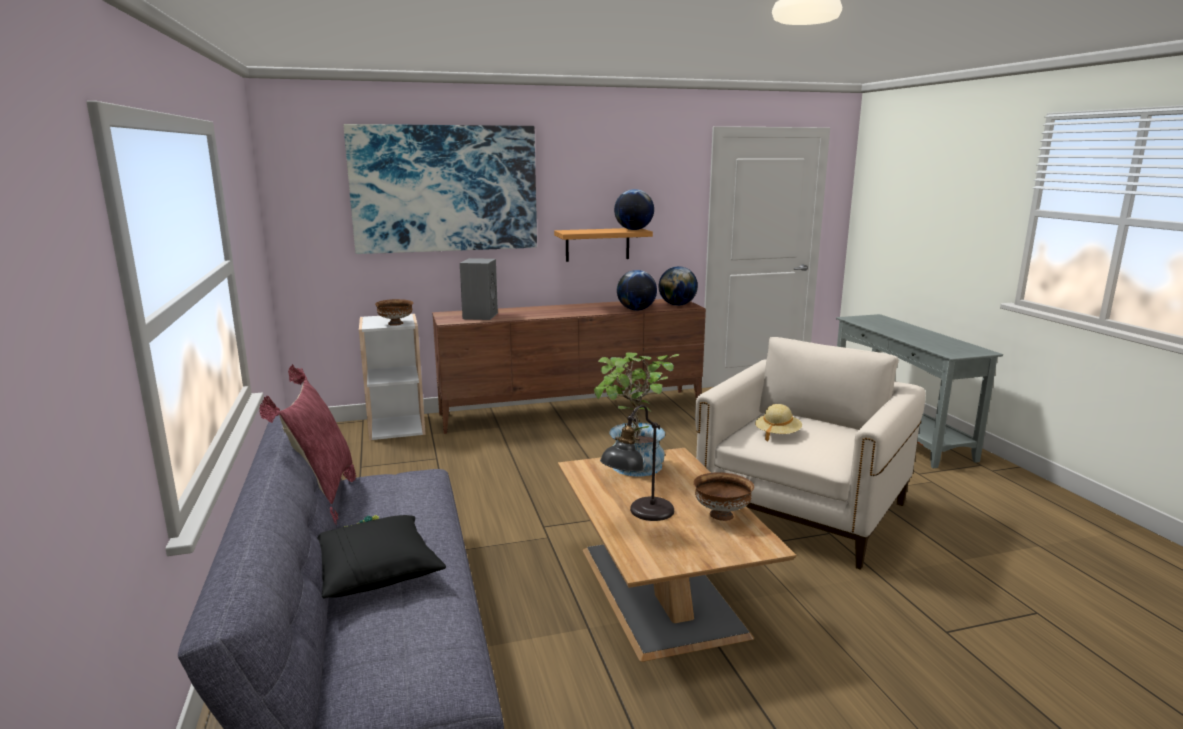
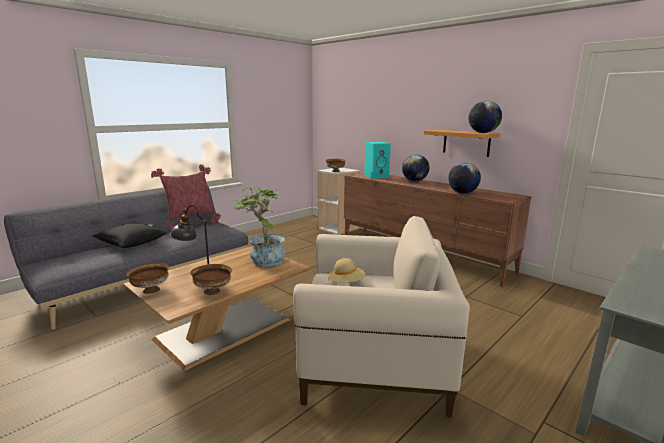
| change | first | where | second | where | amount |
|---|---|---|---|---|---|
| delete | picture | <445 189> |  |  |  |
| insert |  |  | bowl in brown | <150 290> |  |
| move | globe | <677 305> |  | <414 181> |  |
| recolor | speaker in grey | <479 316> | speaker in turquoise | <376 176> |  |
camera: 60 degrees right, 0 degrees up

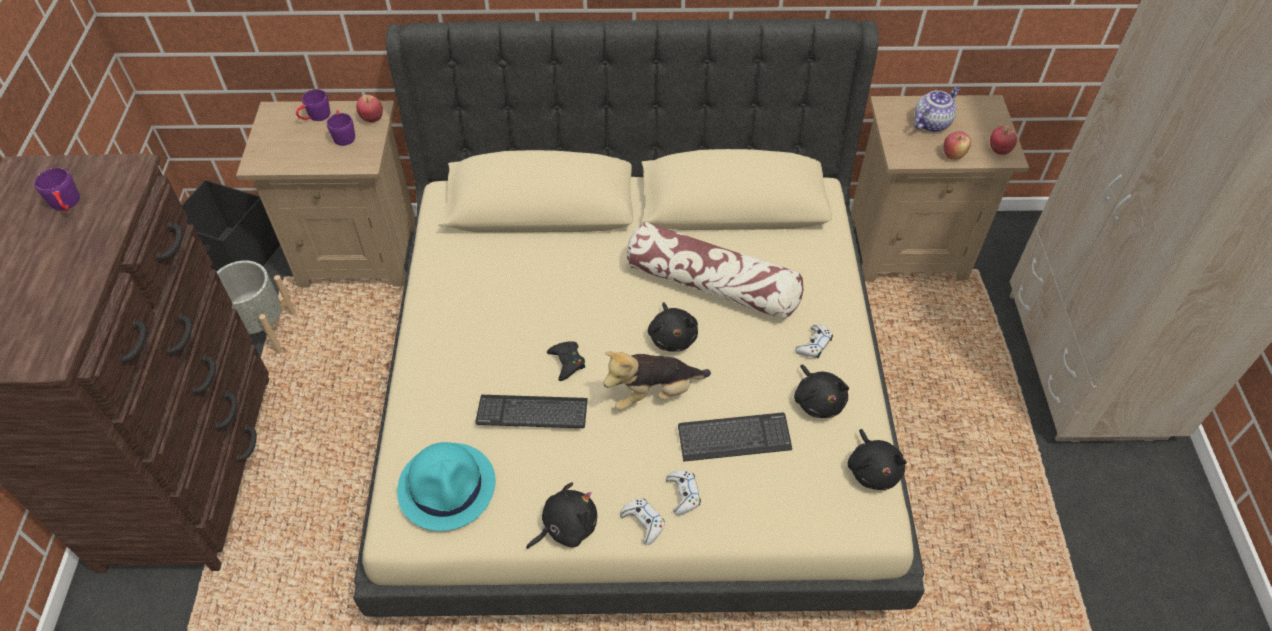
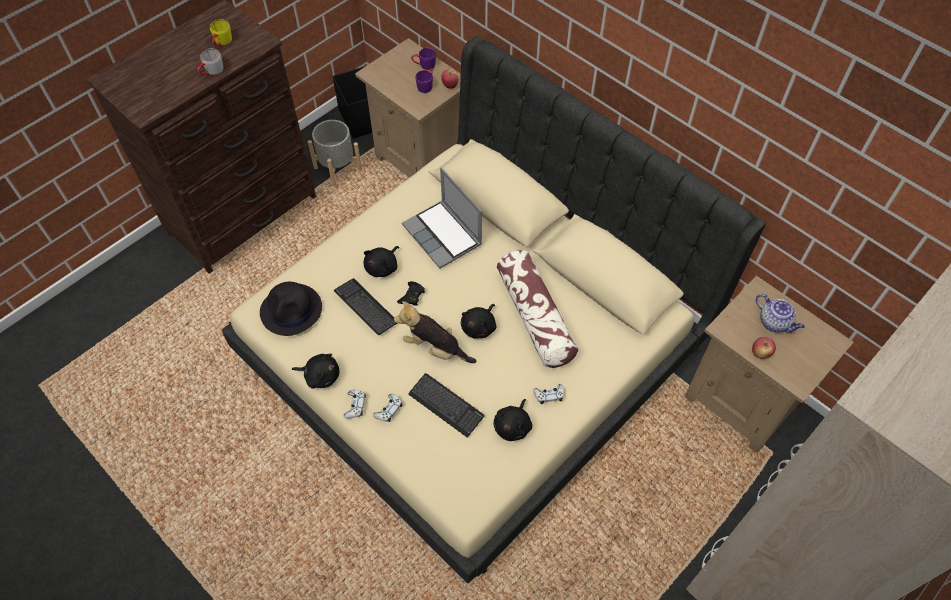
| change | first | where | second | where | amount |
|---|---|---|---|---|---|
| delete | apple | <999 150> |  |  |  |
| insert |  |  | mug in grey | <211 72> |  |
| insert |  |  | laptop | <443 235> |  |
| move | plush toy in black | <873 469> |  | <383 267> |  |
| recolor | mug in purple | <67 205> | mug in yellow | <222 42> |  |
| recolor | hat in turquoise | <447 486> | hat in black | <291 310> |  |
| rotate | teapot | <931 122> |  | <775 322> | 45 degrees clockwise |
camera: 45 degrees right, 5 degrees up

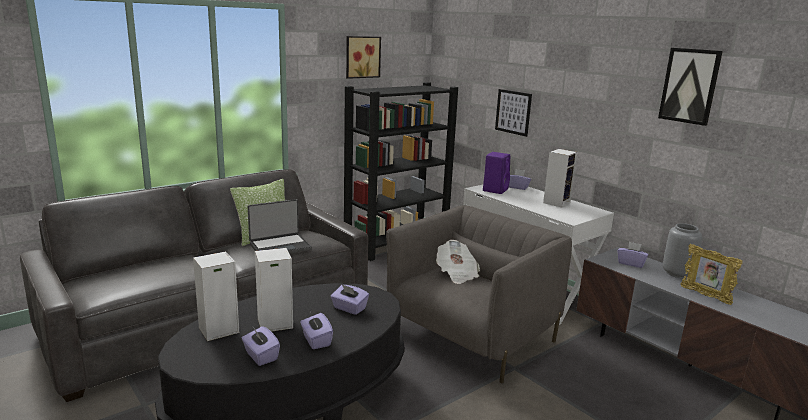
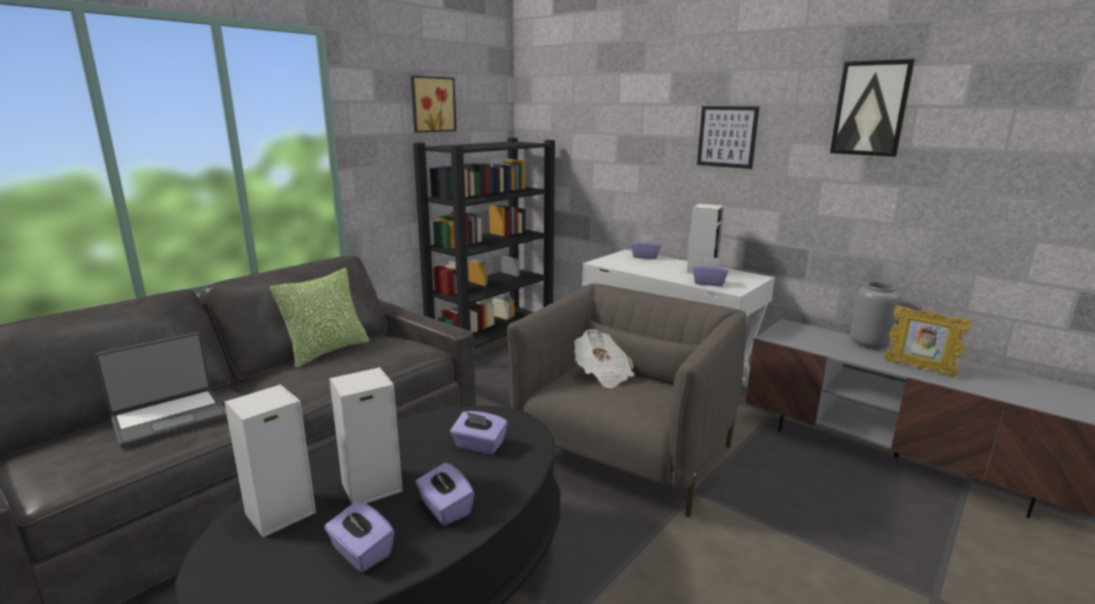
| change | first | where | second | where | amount |
|---|---|---|---|---|---|
| delete | speaker in purple | <495 190> |  |  |  |
| move | laptop | <280 246> |  | <169 418> |  |
| move | picture | <513 112> |  | <727 137> |  |
| move | tissue box in purple | <631 263> |  | <709 283> |  |
camera: 10 degrees left, 0 degrees up

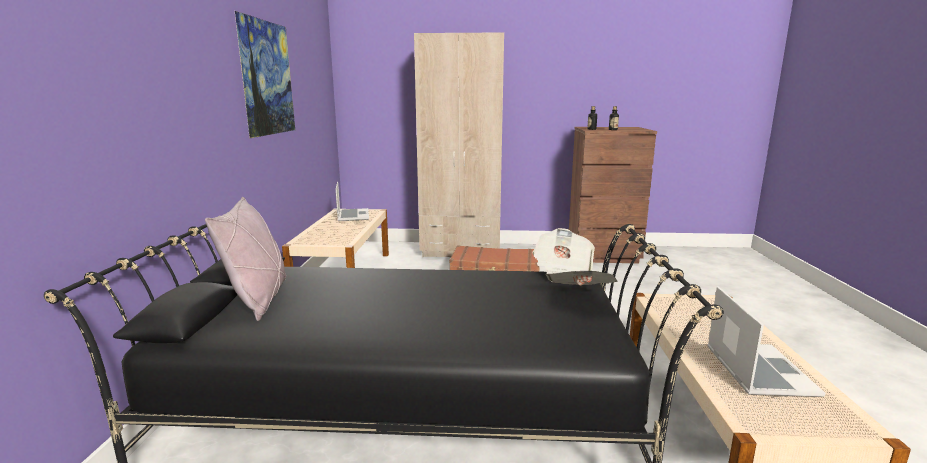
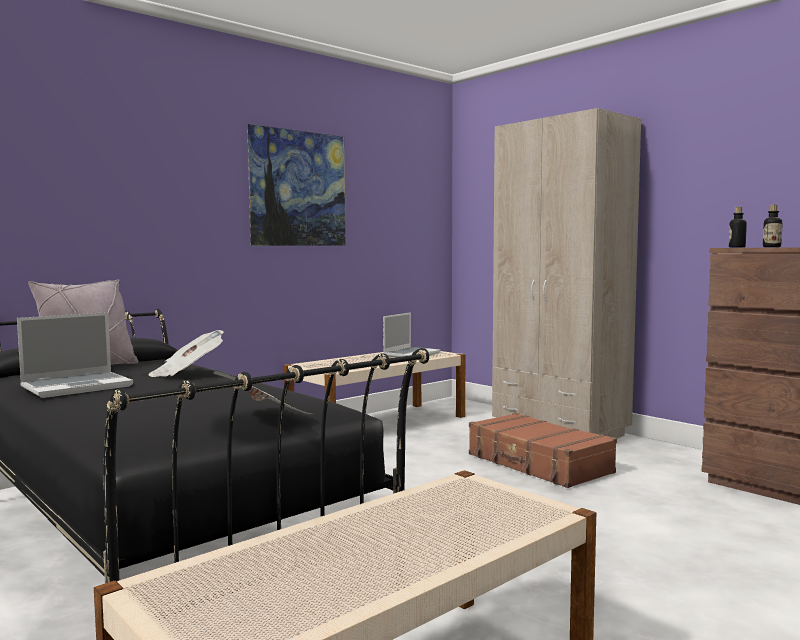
| change | first | where | second | where | amount |
|---|---|---|---|---|---|
| move | newspaper | <562 272> |  | <187 373> |  |
| move | laptop | <757 370> |  | <78 387> |  |
camera: 45 degrees right, 10 degrees down

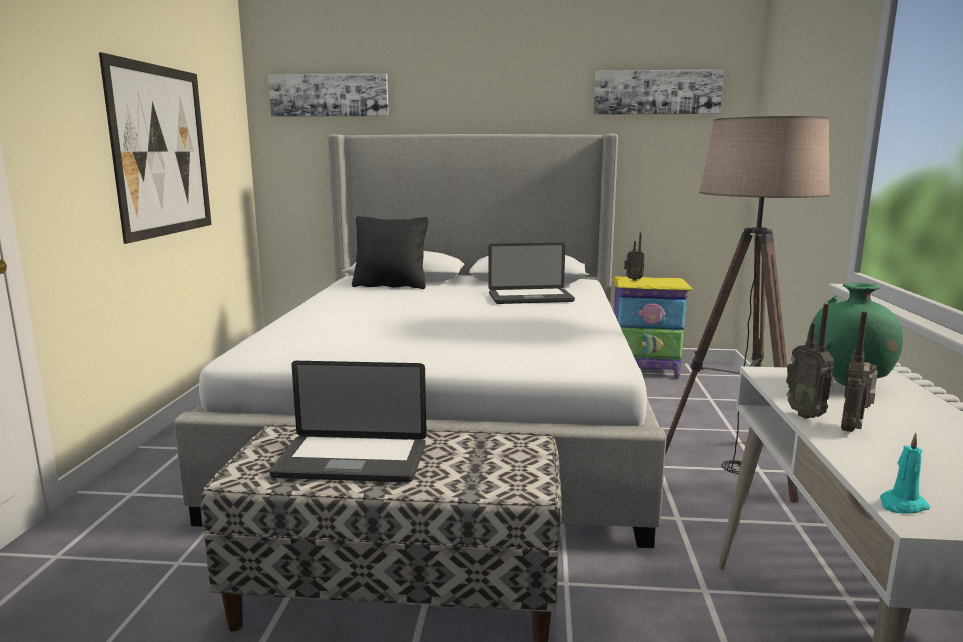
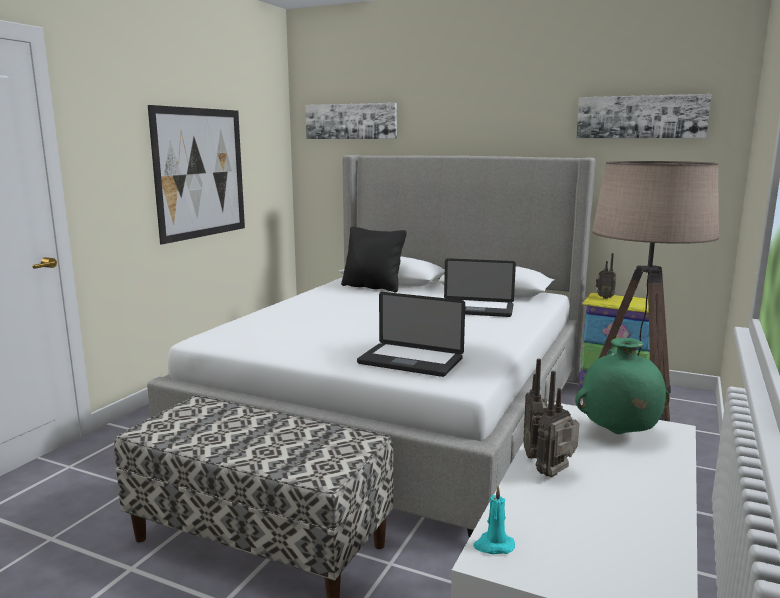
| change | first | where | second | where | amount |
|---|---|---|---|---|---|
| move | laptop | <351 461> |  | <410 361> |  |
camera: 20 degrees right, 0 degrees up

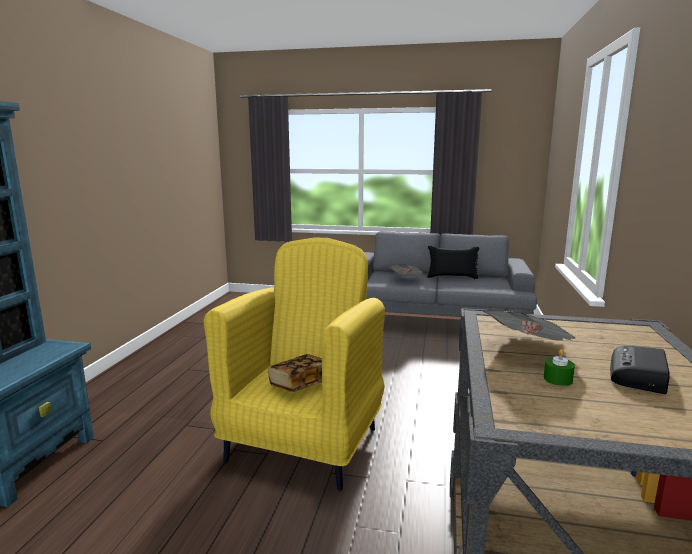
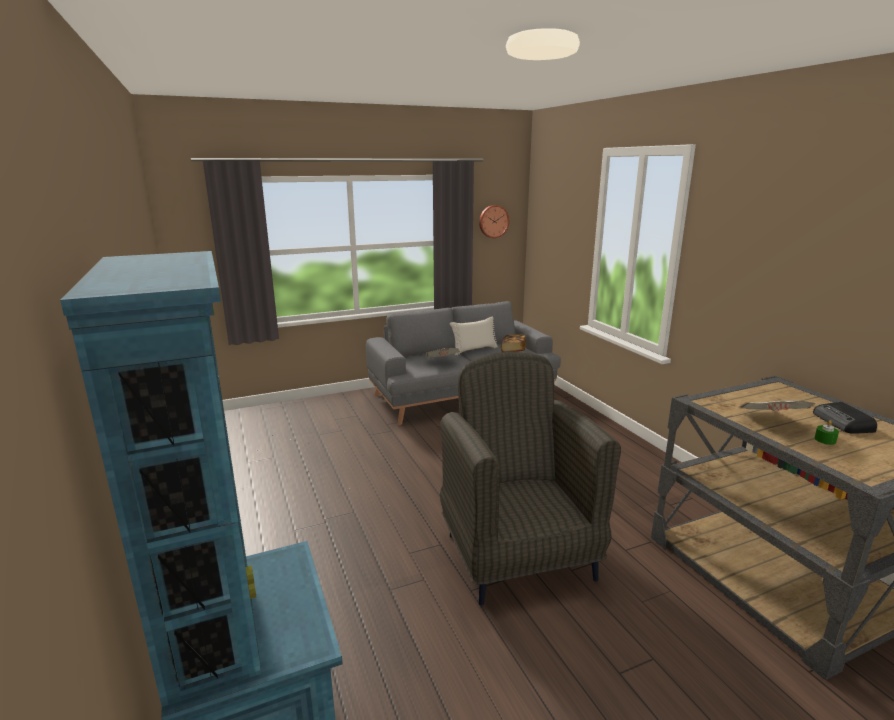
| change | first | where | second | where | amount |
|---|---|---|---|---|---|
| insert |  |  | wall clock | <493 221> |  |
| move | book | <299 384> |  | <513 350> |  |
| recolor | armchair in yellow | <304 443> | armchair in grey | <518 555> |  |
| recolor | pillow in black | <452 277> | pillow in white | <474 350> |  |
camera: 35 degrees left, 5 degrees up

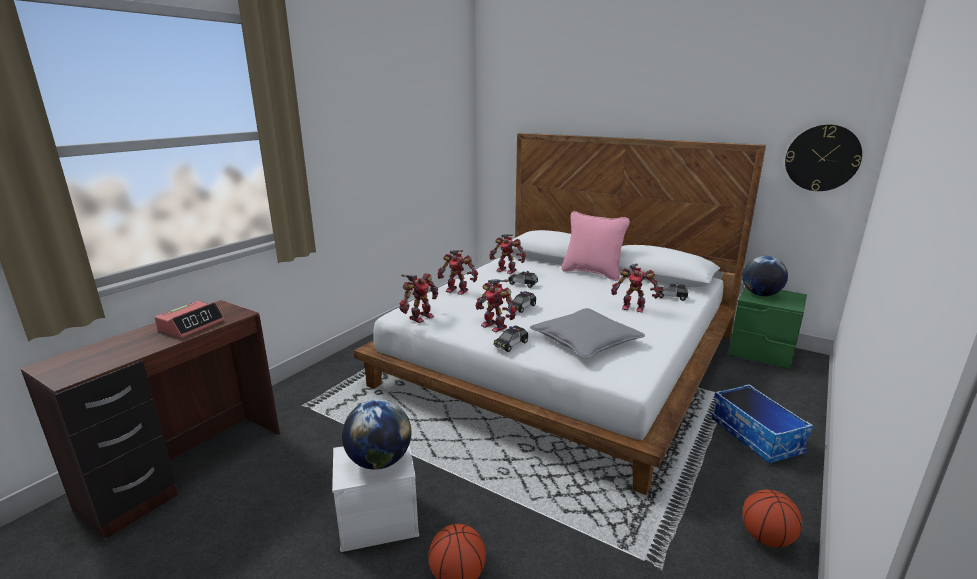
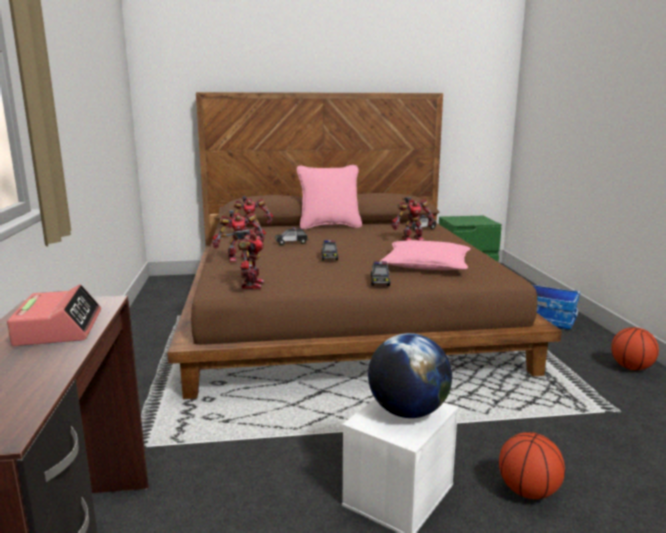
| change | first | where | second | where | amount |
|---|---|---|---|---|---|
| delete | toy robot | <495 326> |  |  |  |
| delete | globe | <760 294> |  |  |  |
| delete | wall clock | <822 158> |  |  |  |
| recolor | bed in white | <561 359> | bed in brown | <341 314> |  |
| recolor | pillow in grey | <586 340> | pillow in pink | <426 264> |  |
camera: 40 degrees left, 5 degrees down

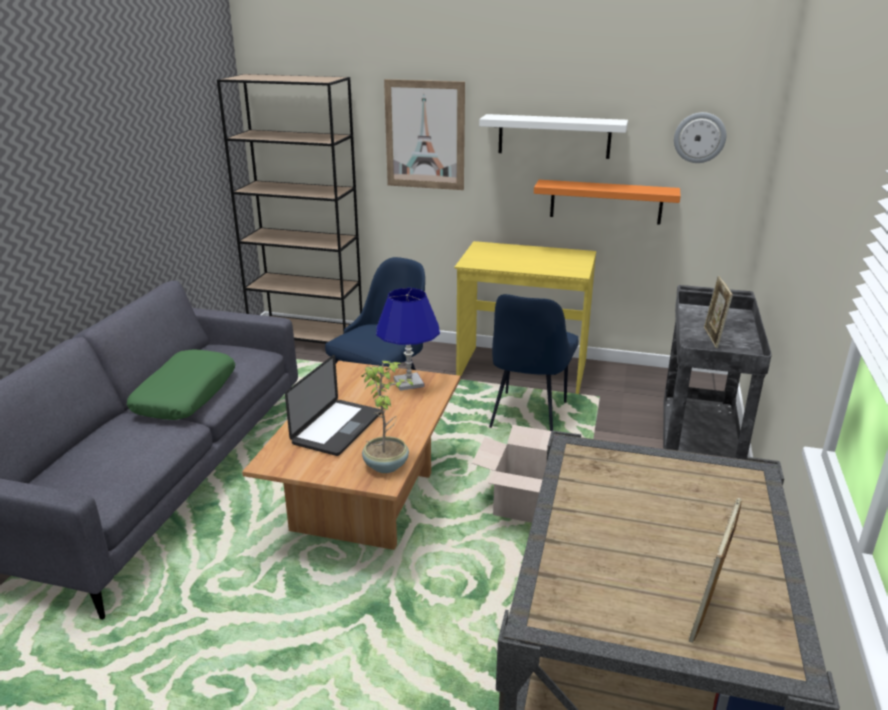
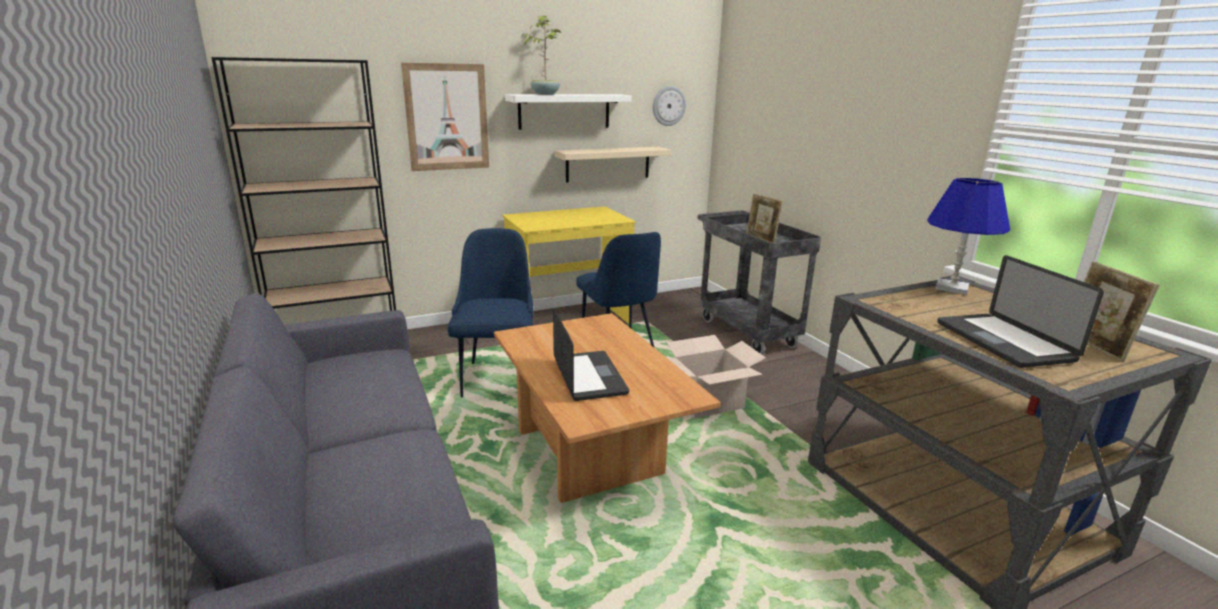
| change | first | where | second | where | amount |
|---|---|---|---|---|---|
| delete | pillow in green | <185 395> |  |  |  |
| insert |  |  | laptop | <1003 341> |  |
| move | potted plant | <386 465> |  | <545 94> |  |
| move | table lamp in blue | <409 383> |  | <952 288> |  |
| recolor | shelf in orange | <606 202> | shelf in beige | <608 164> |  |
camera: 40 degrees left, 5 degrees down

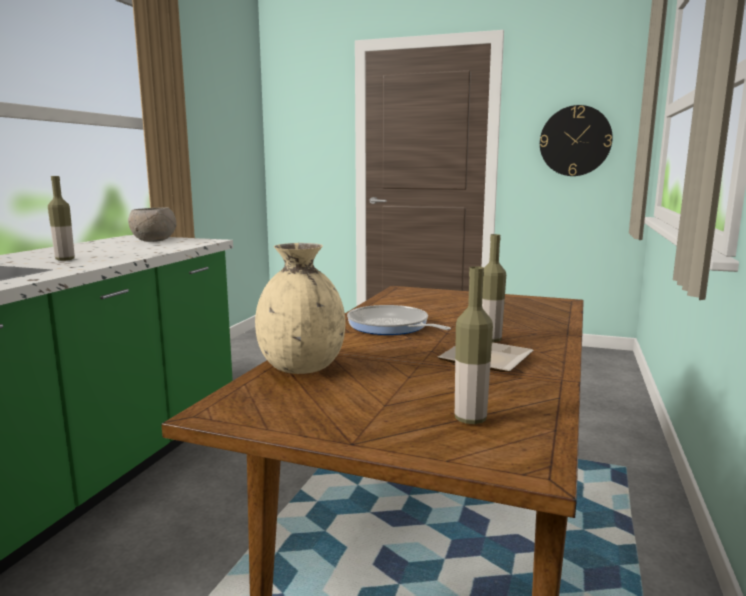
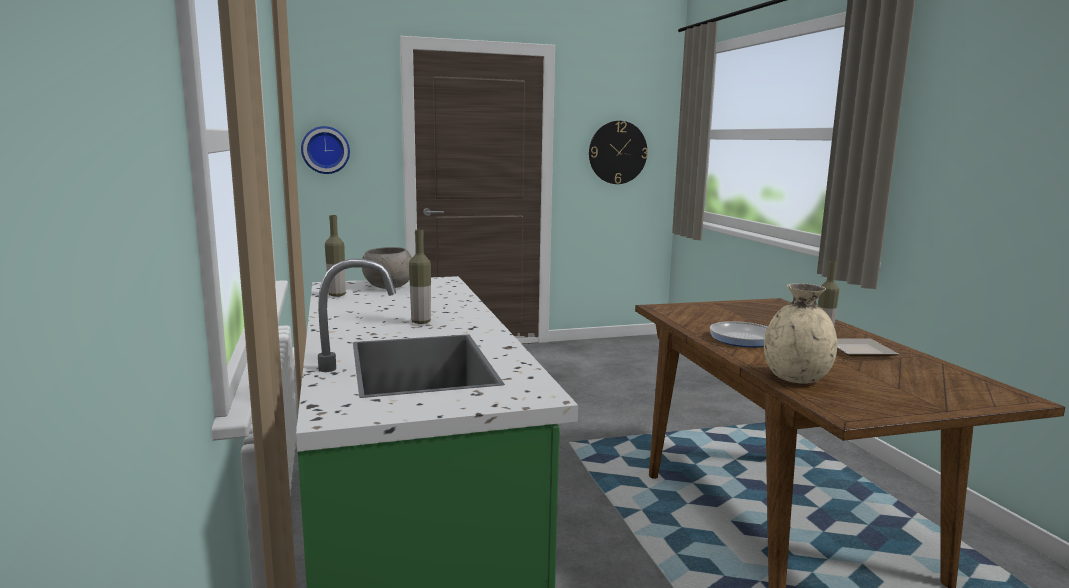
| change | first | where | second | where | amount |
|---|---|---|---|---|---|
| insert |  |  | wall clock | <325 150> |  |
| move | bottle | <470 419> |  | <337 295> |  |
camera: 35 degrees left, 0 degrees up

